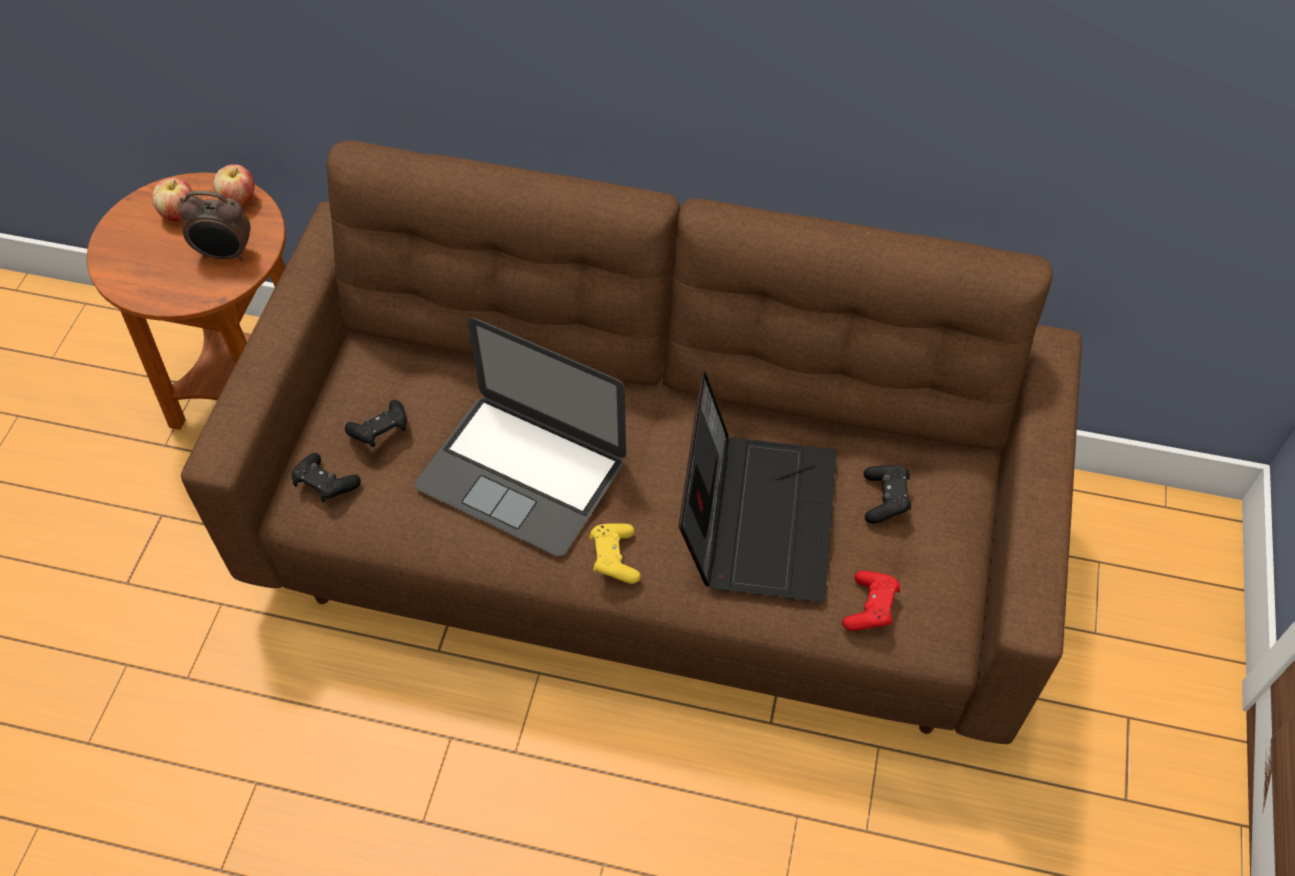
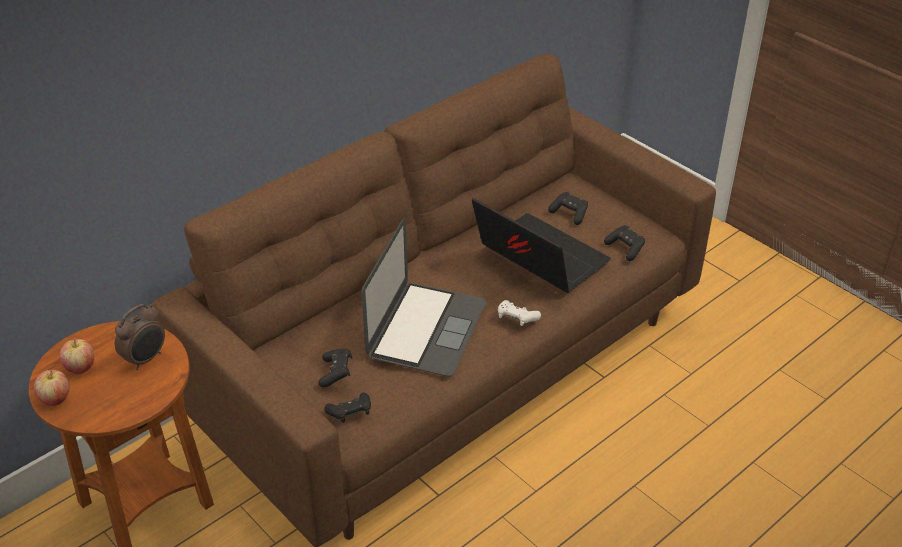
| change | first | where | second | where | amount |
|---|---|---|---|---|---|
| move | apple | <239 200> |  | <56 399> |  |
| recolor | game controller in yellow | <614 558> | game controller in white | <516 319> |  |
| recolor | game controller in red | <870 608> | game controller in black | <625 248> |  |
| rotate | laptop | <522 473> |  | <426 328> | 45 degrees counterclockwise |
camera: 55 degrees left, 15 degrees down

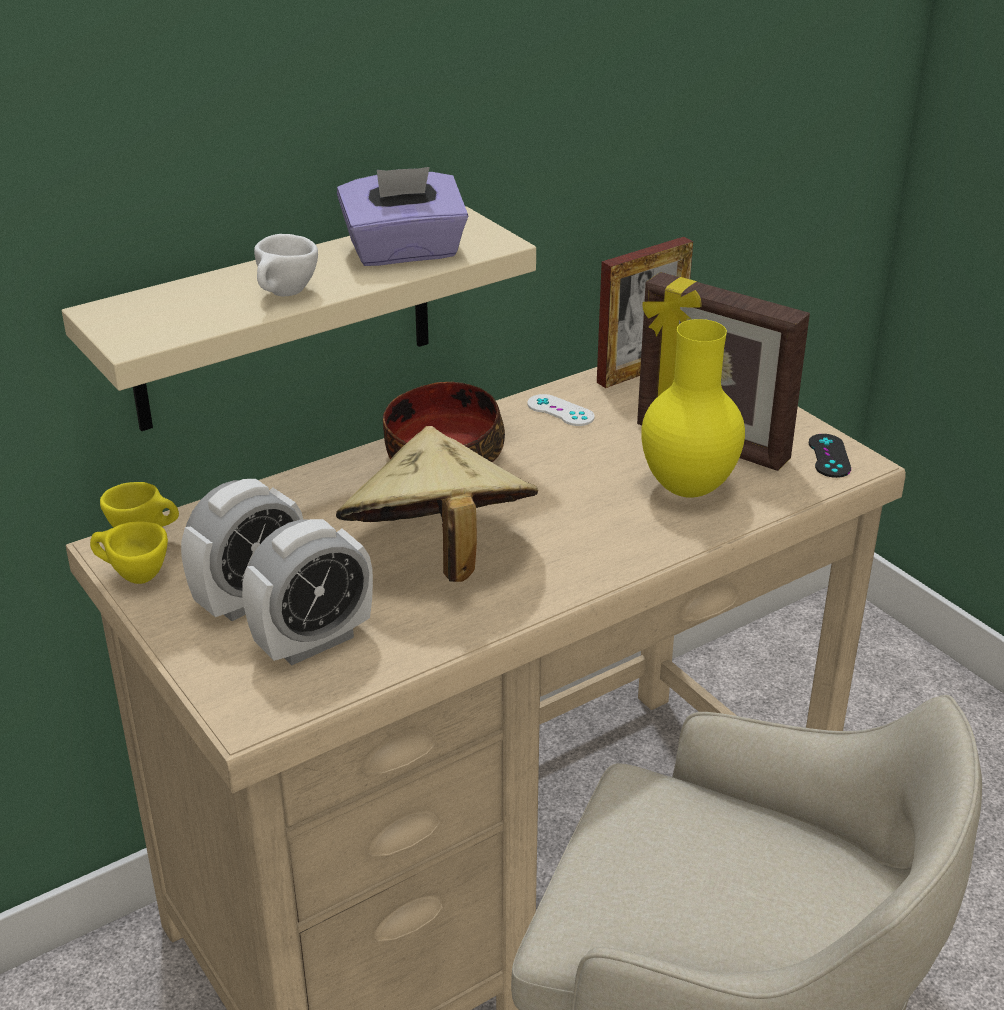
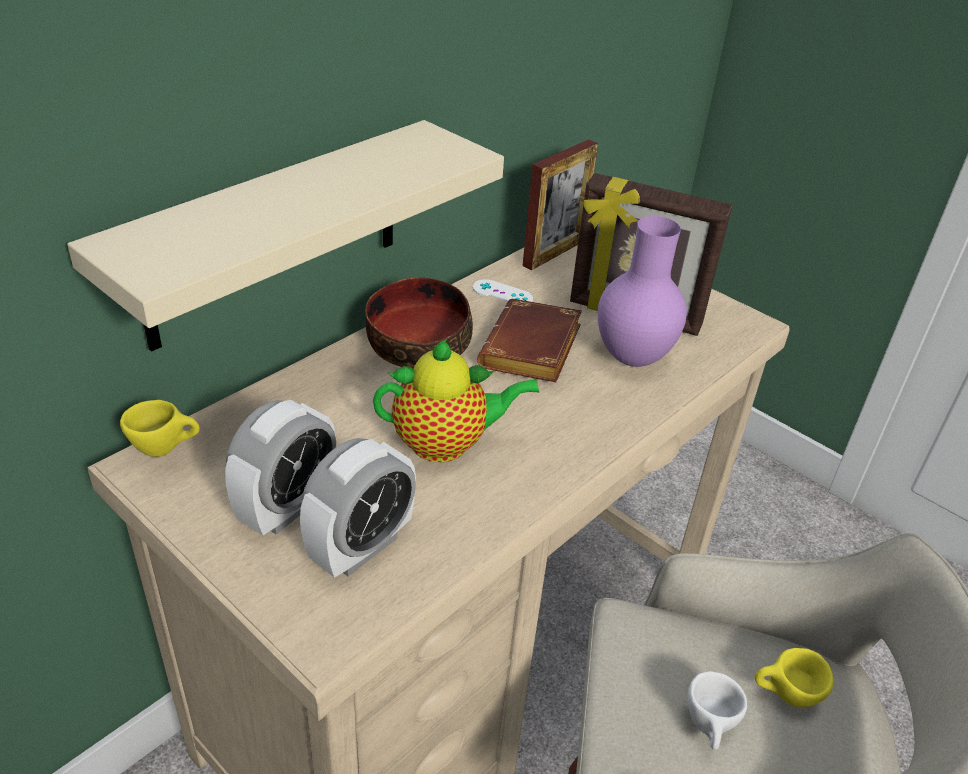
| change | first | where | second | where | amount |
|---|---|---|---|---|---|
| delete | tissue box in purple | <404 252> |  |  |  |
| delete | game controller in black | <829 456> |  |  |  |
| insert |  |  | book in brown | <533 351> |  |
| move | cup in yellow | <132 577> |  | <784 696> |  |
| move | cup in white | <285 295> |  | <709 729> |  |
| replace | hat in beige | <438 556> | teapot | <446 444> |  |
| recolor | vase in yellow | <687 488> | vase in purple | <631 357> |  |
camera: 15 degrees left, 5 degrees up

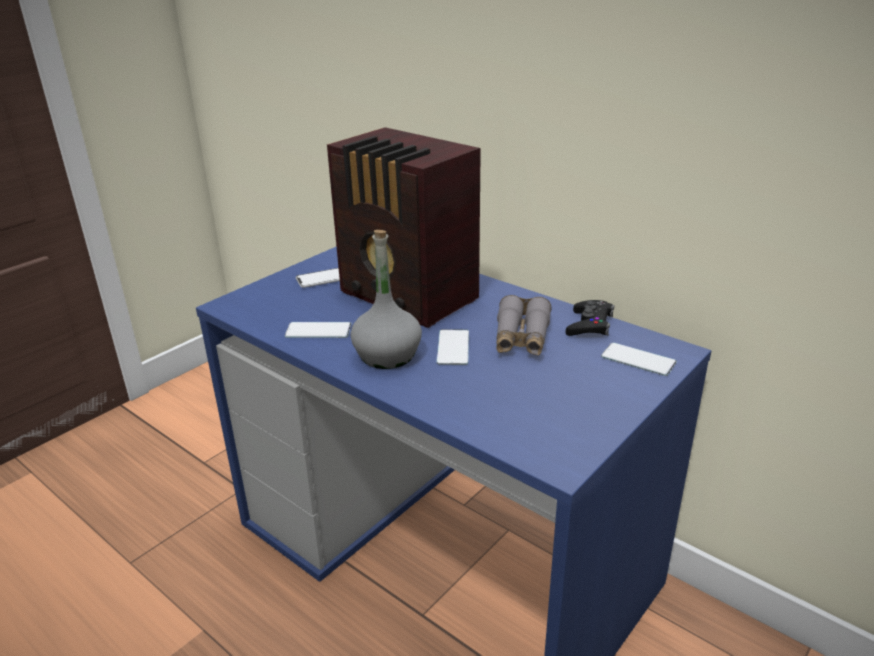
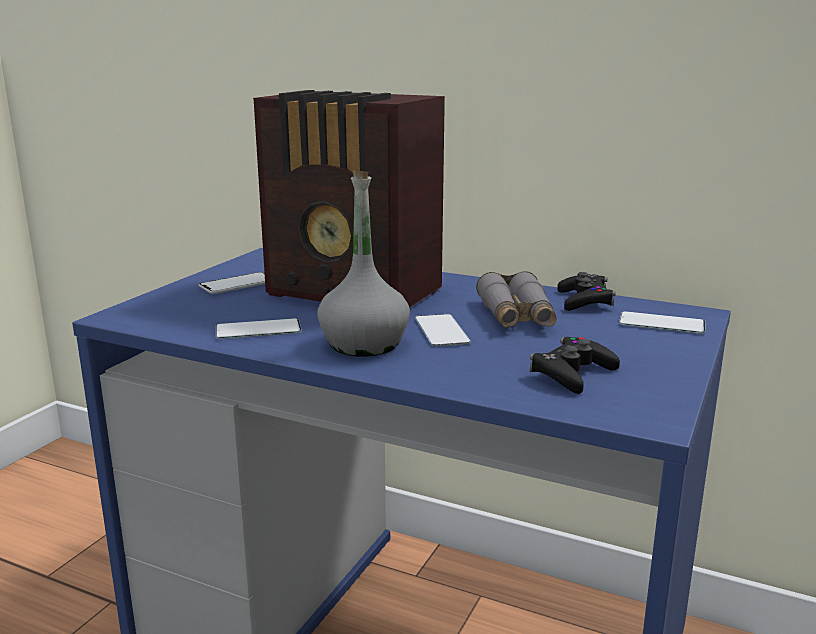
| change | first | where | second | where | amount |
|---|---|---|---|---|---|
| insert |  |  | game controller in black | <572 373> |  |
camera: 15 degrees left, 10 degrees down

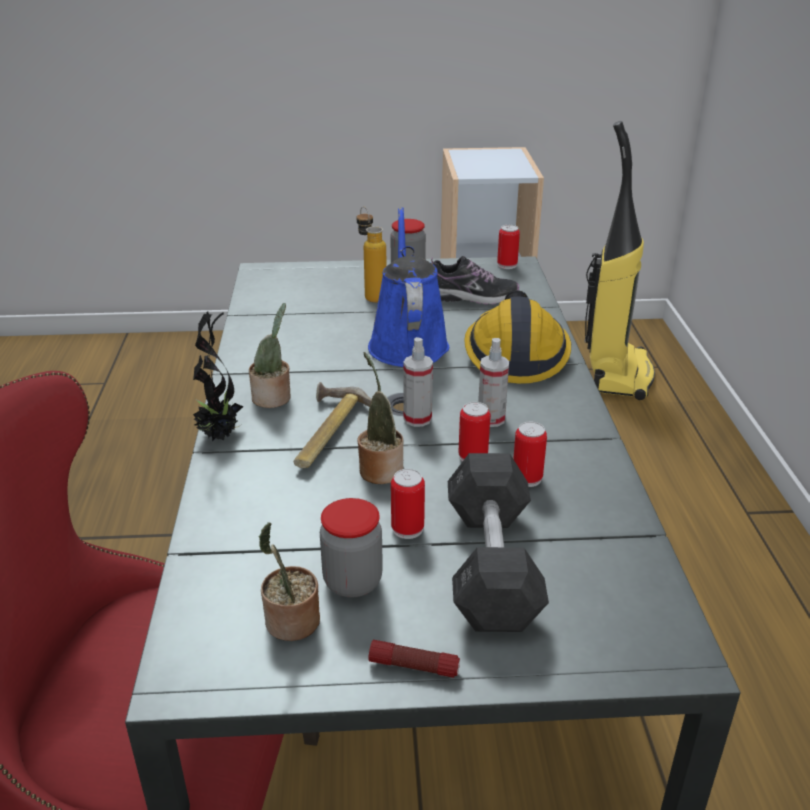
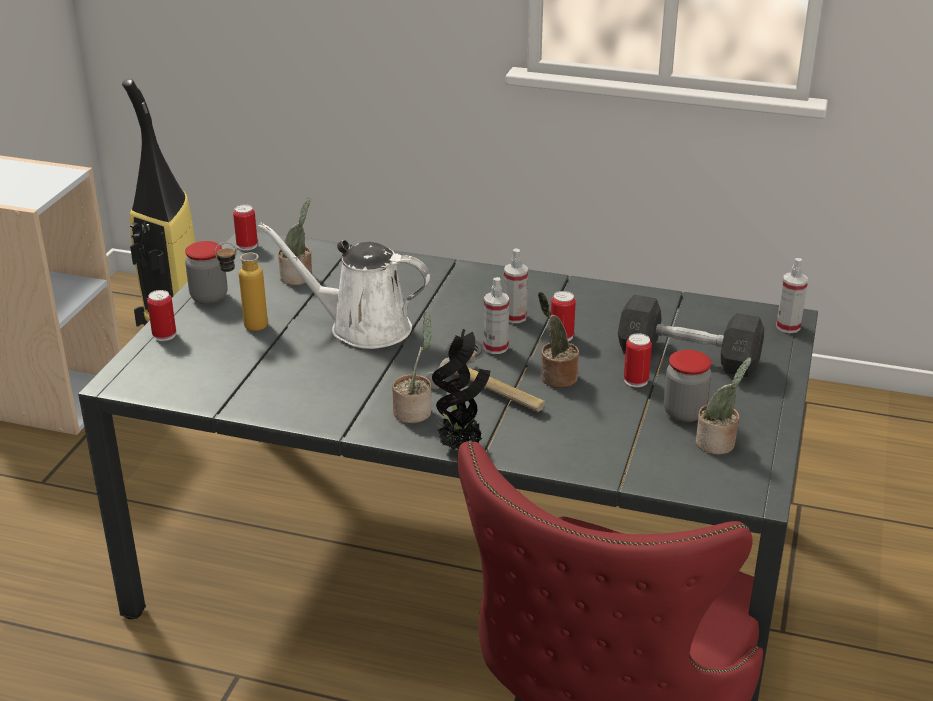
| change | first | where | second | where | amount |
|---|---|---|---|---|---|
| delete | flashlight | <414 666> |  |  |  |
| delete | hard hat | <515 353> |  |  |  |
| insert |  |  | spray bottle | <788 327> |  |
| move | can | <527 478> |  | <164 335> |  |
| replace | shoe | <471 297> | potted plant | <298 278> |  |
| recolor | watering can in blue | <407 343> | watering can in white | <362 327> |  |
camera: 70 degrees left, 0 degrees up

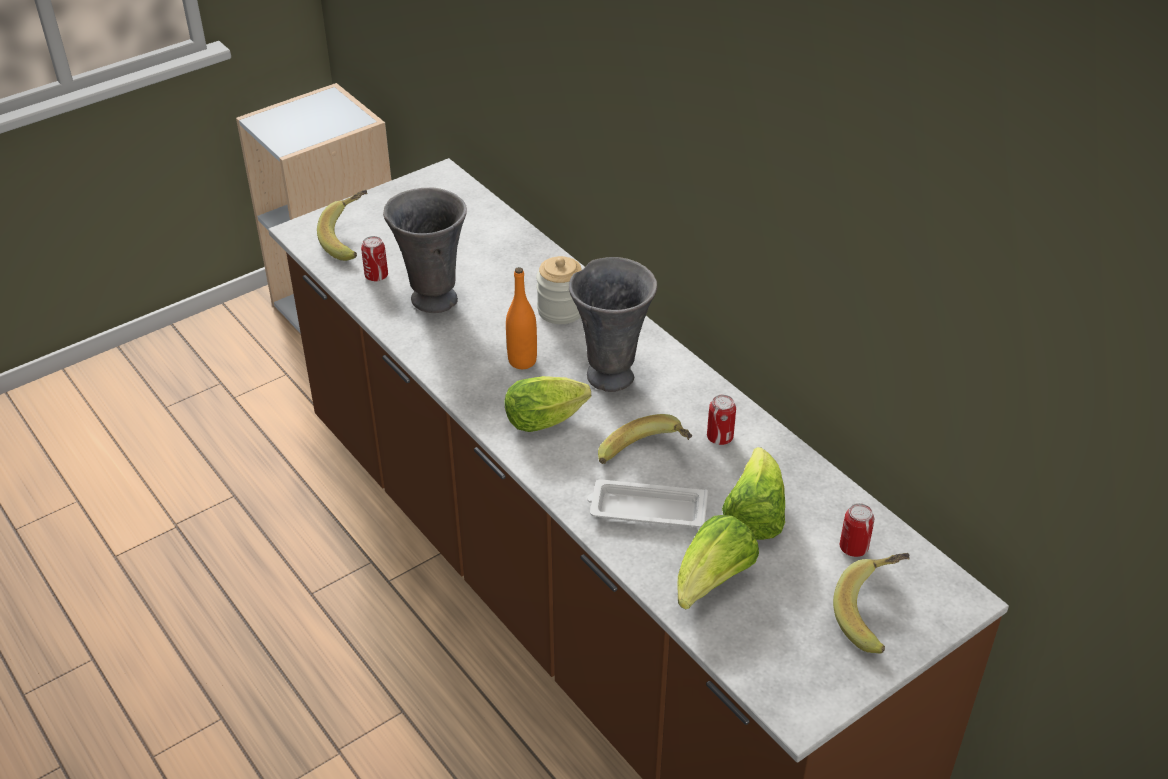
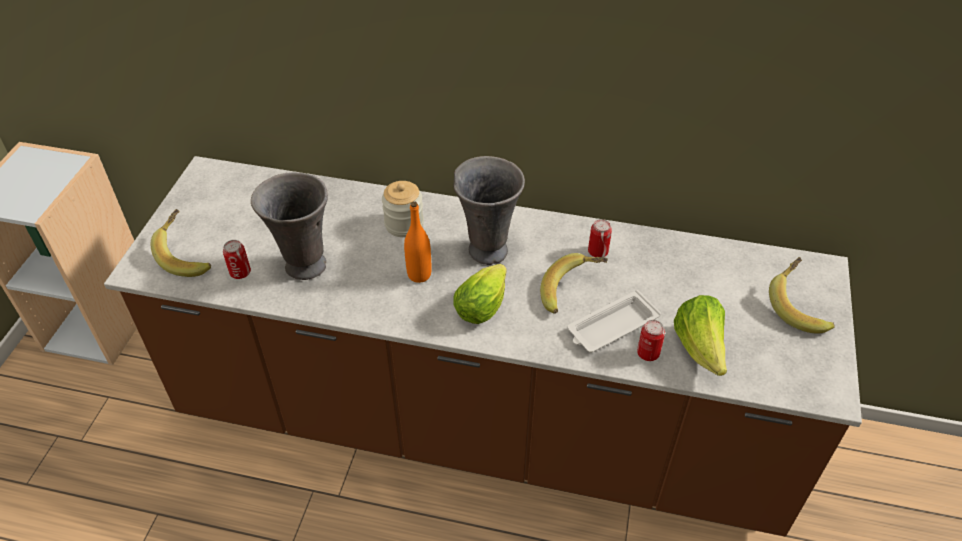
| change | first | where | second | where | amount |
|---|---|---|---|---|---|
| delete | lettuce | <754 515> |  |  |  |
| move | can | <853 548> |  | <648 353> |  |
camera: 40 degrees left, 5 degrees up

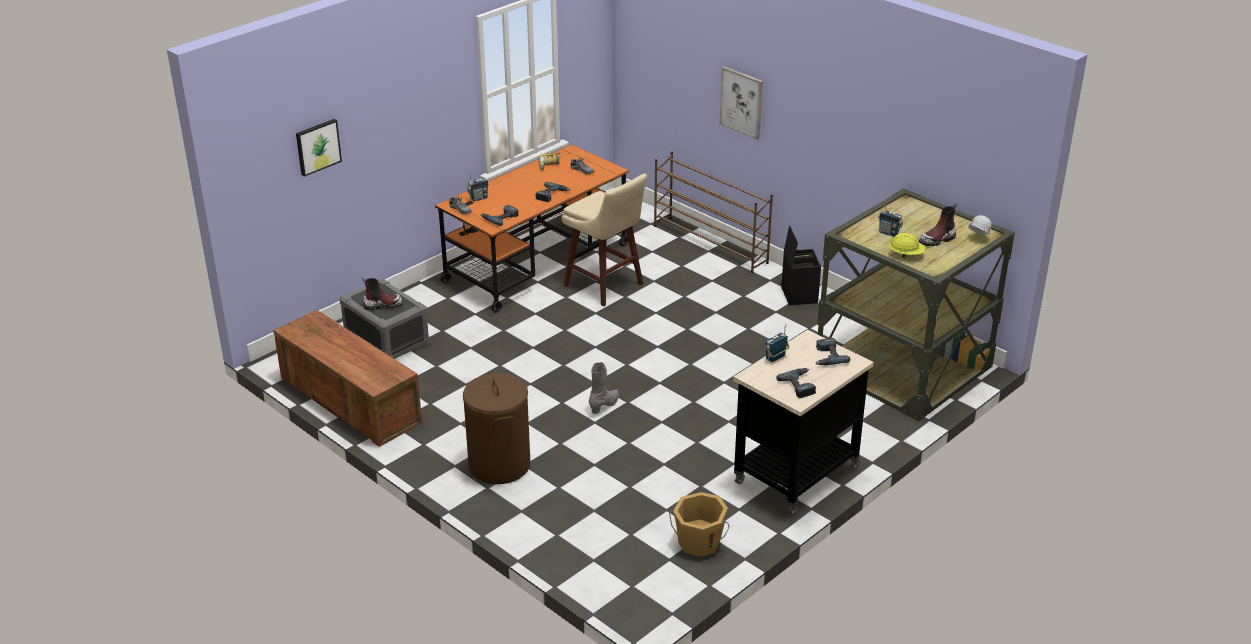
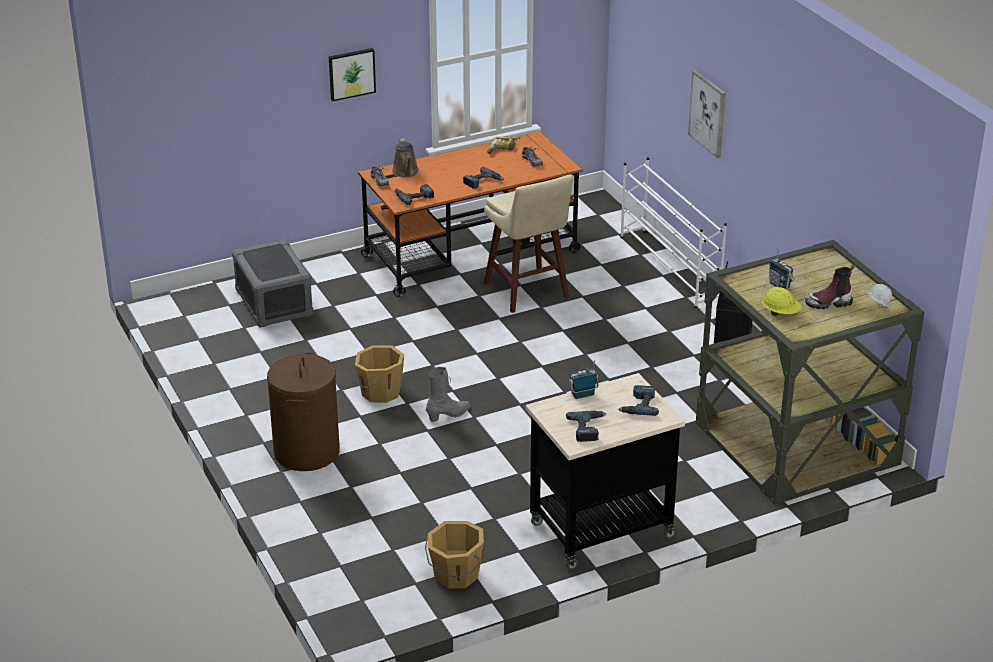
| change | first | where | second | where | amount |
|---|---|---|---|---|---|
| delete | bench in brown | <348 400> |  |  |  |
| delete | boot | <383 305> |  |  |  |
| insert |  |  | bucket in orange | <380 392> |  |
| move | picture | <317 146> |  | <351 73> |  |
| replace | radio | <478 198> | watering can in brown | <406 172> |  |
| recolor | shoe rack in brown | <710 244> | shoe rack in white | <669 268> |  |
camera: 20 degrees right, 0 degrees up

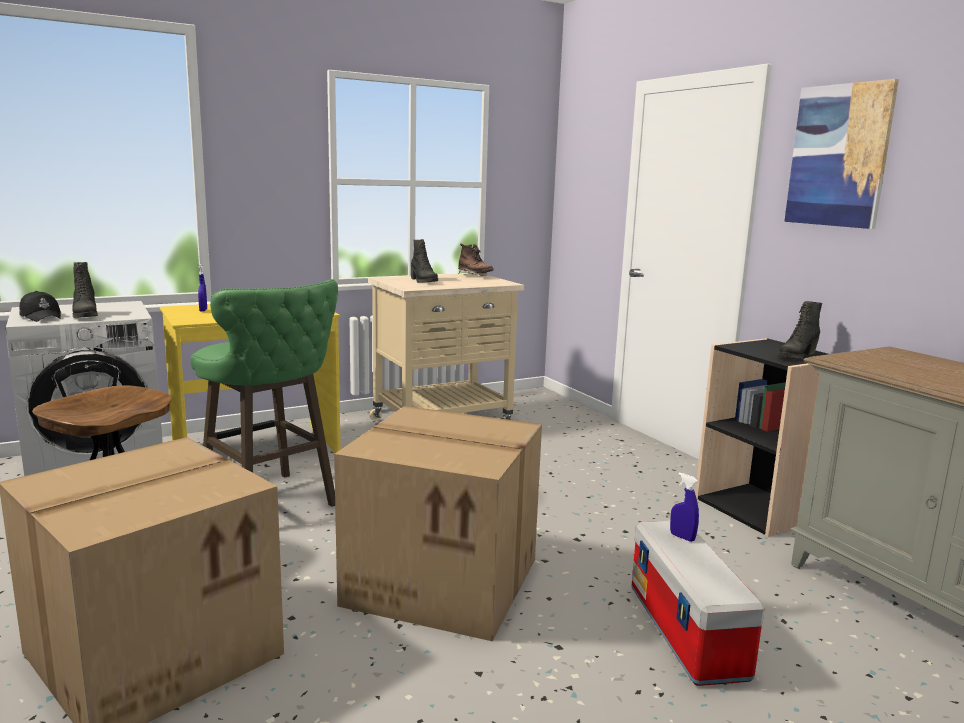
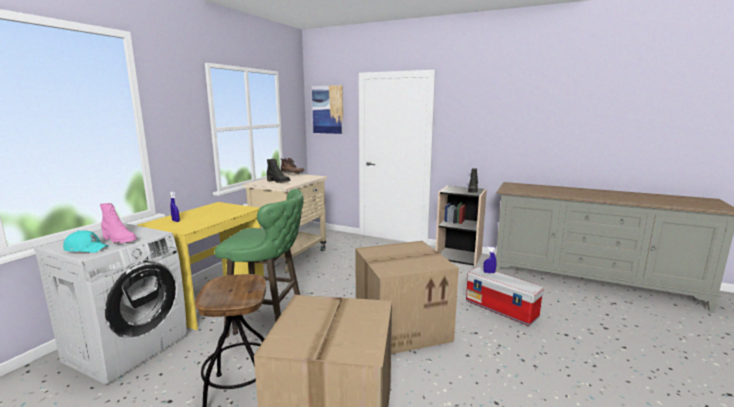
| change | first | where | second | where | amount |
|---|---|---|---|---|---|
| move | picture | <838 156> |  | <328 109> |  |
| recolor | cap in black | <41 316> | cap in turquoise | <86 248> |  |
| recolor | boot in black | <85 315> | boot in pink | <119 240> |  |
camera: 35 degrees left, 0 degrees up

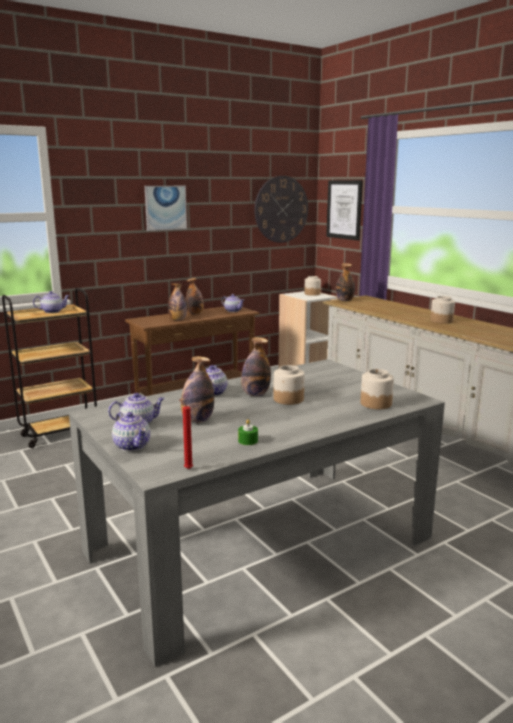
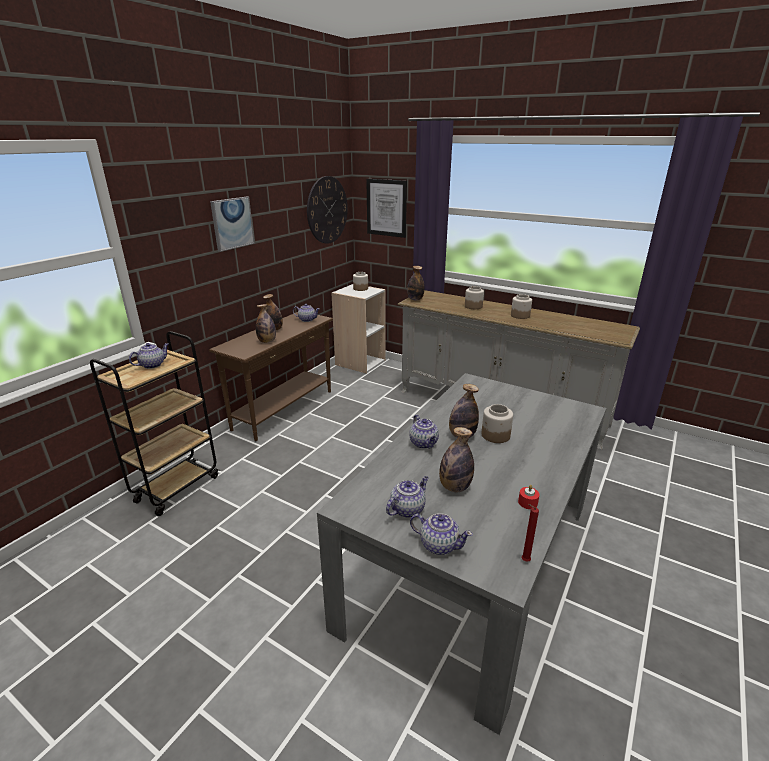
| change | first | where | second | where | amount |
|---|---|---|---|---|---|
| move | jar | <376 403> |  | <473 306> |  |
| recolor | candle in green | <248 441> | candle in red | <527 502> |  |
camera: 25 degrees left, 10 degrees up

